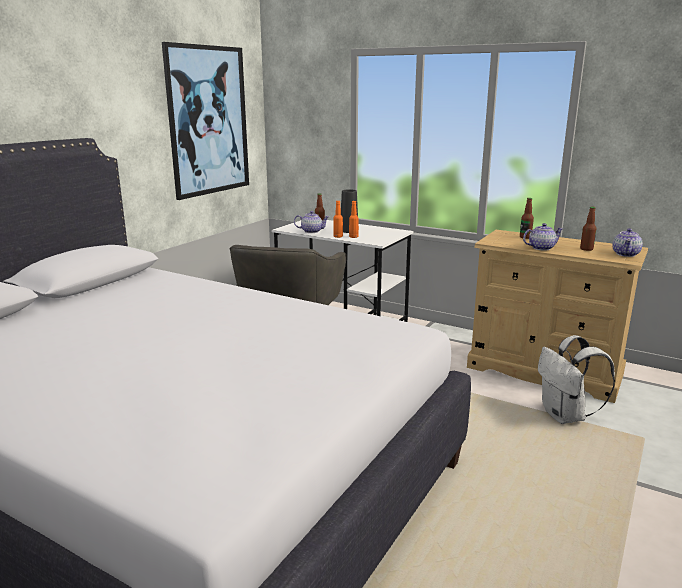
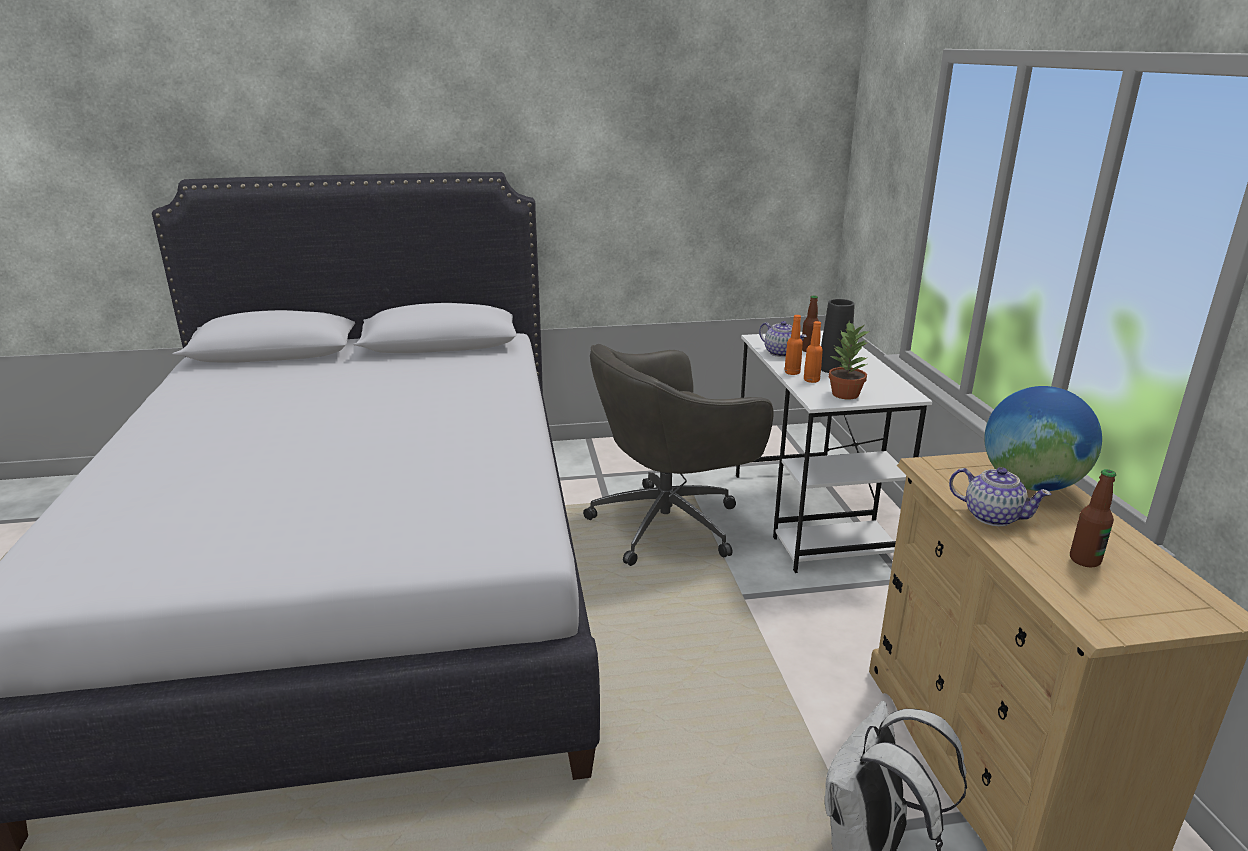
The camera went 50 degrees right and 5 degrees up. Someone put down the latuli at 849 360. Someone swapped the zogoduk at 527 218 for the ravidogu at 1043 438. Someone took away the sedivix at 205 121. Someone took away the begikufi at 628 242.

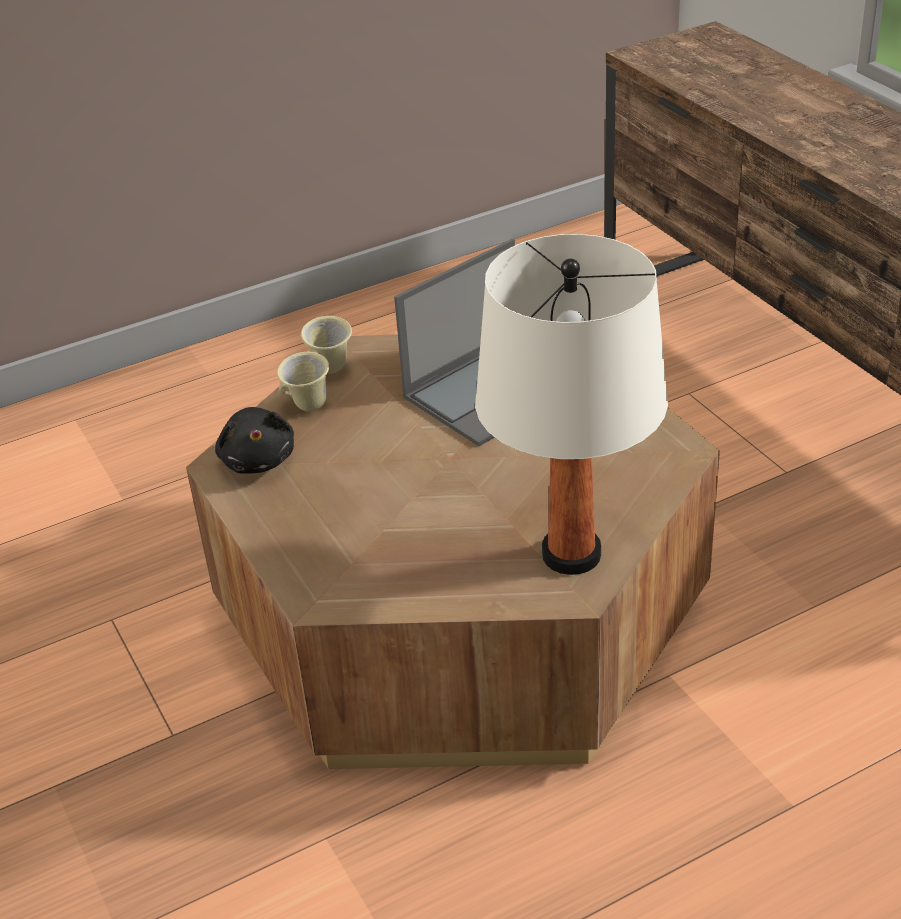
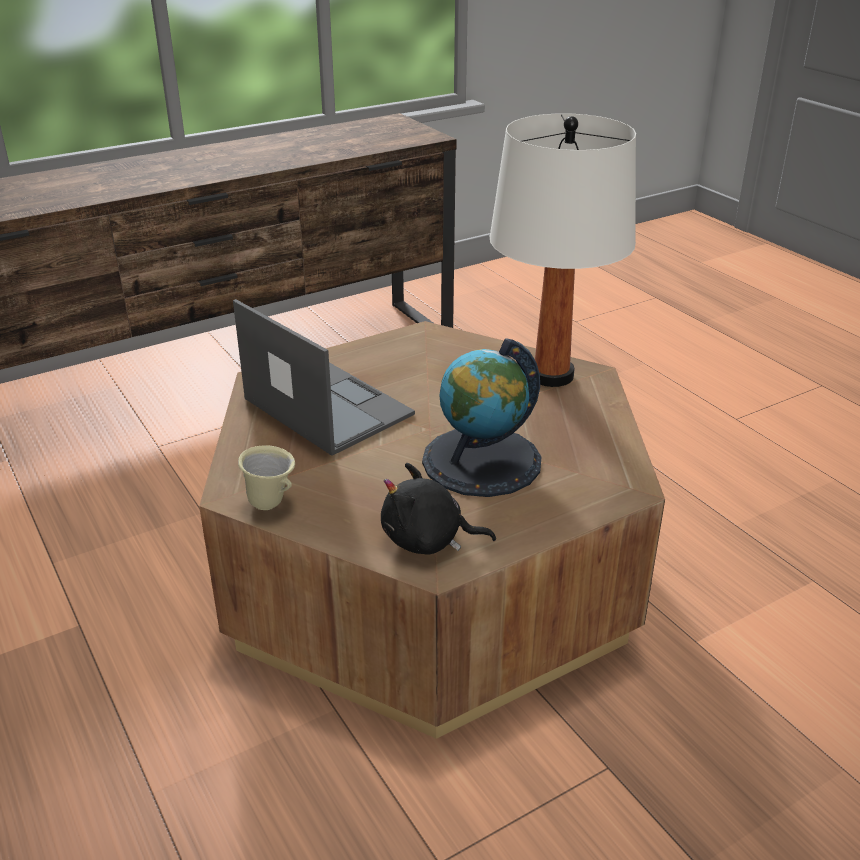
The camera went 95 degrees left and 5 degrees down. Someone rotated the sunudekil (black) at 254 440 by 150 degrees counterclockwise. Someone put down the ravidogu at 481 417. Someone took away the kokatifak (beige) at 303 381.

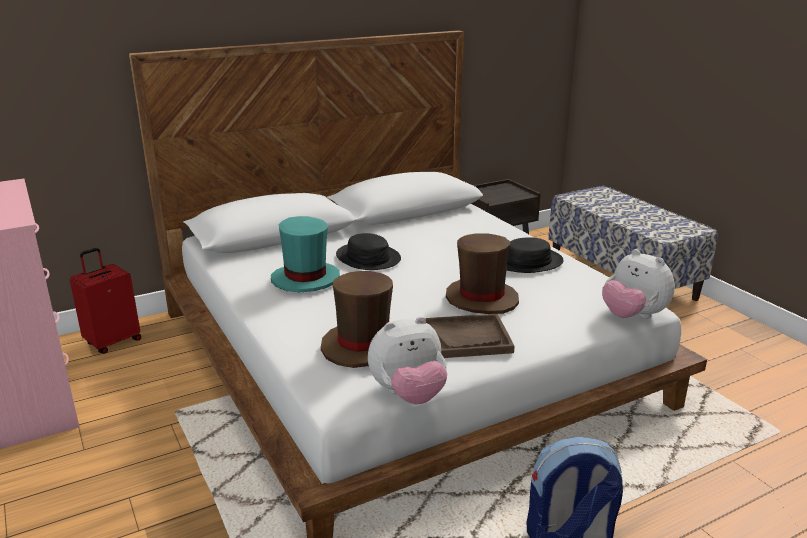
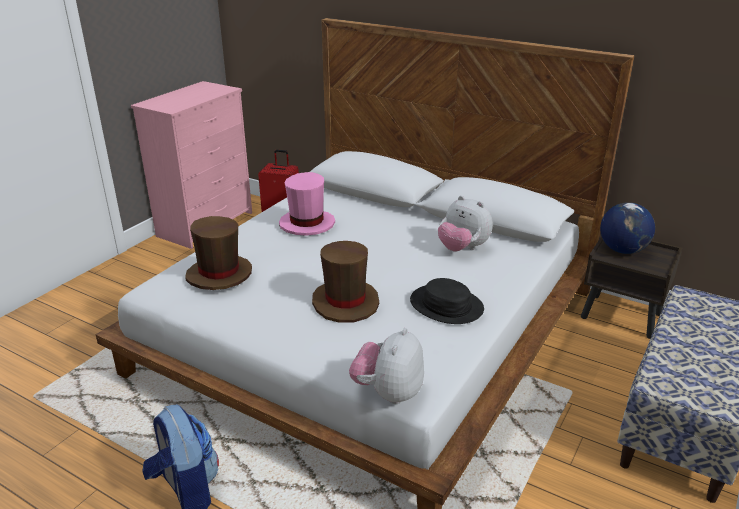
The camera went 60 degrees right and 5 degrees up. Someone repainted the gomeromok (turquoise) at 305 254, which became the gomeromok (pink) at 307 204. Someone carried the sunudekil from 407 360 to 465 224. Someone put down the ravidogu at 627 228. Someone took away the gomeromok (black) at 368 251. Someone took away the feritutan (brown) at 470 336.

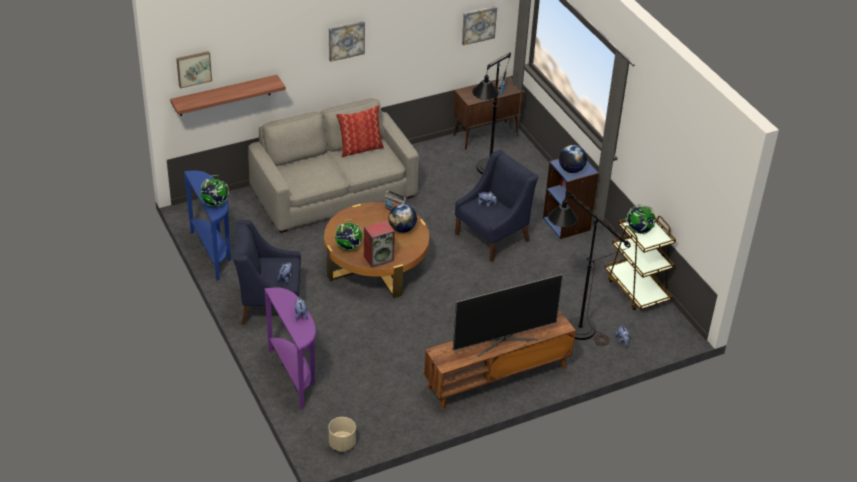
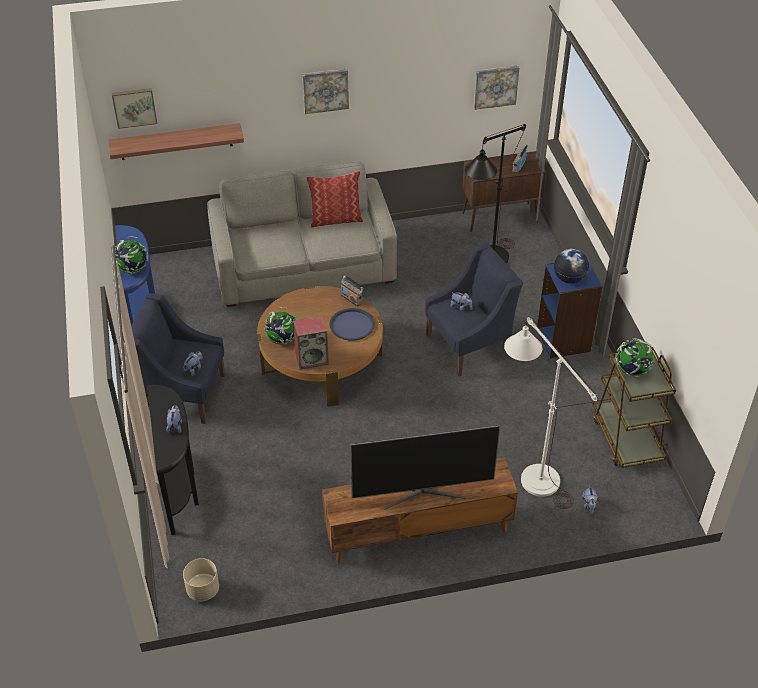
The camera went 15 degrees right and 5 degrees up. Someone repainted the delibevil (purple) at 290 348, which became the delibevil (black) at 173 460. Someone swapped the ravidogu at 403 218 for the feritutan (blue) at 352 324. Someone repainted the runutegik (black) at 589 268, which became the runutegik (white) at 551 413.

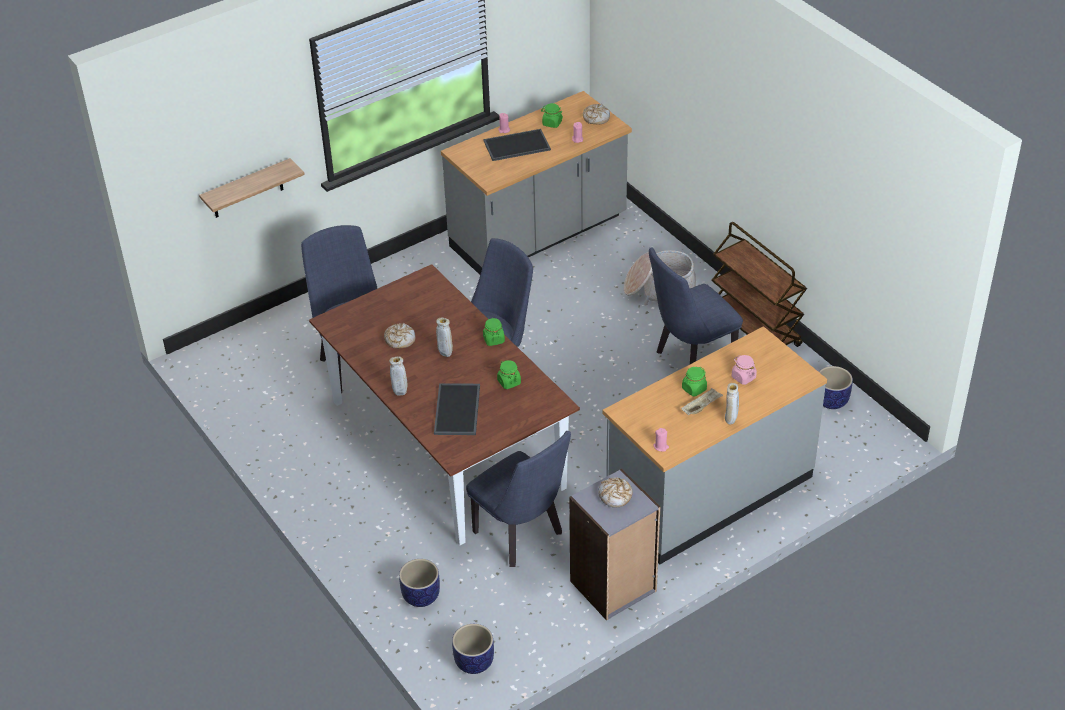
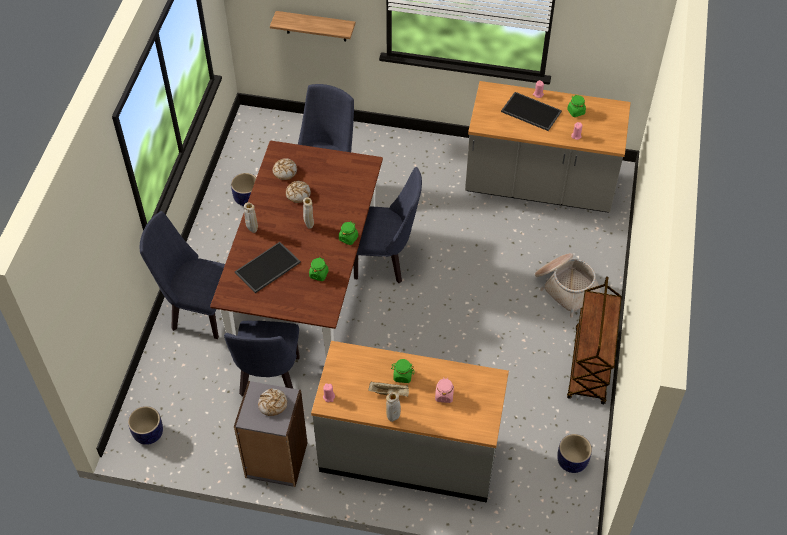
The camera went 45 degrees right and 10 degrees up. Someone carried the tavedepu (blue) from 696 306 to 182 275. Someone carried the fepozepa from 419 583 to 244 189. Someone carried the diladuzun from 596 114 to 284 169.

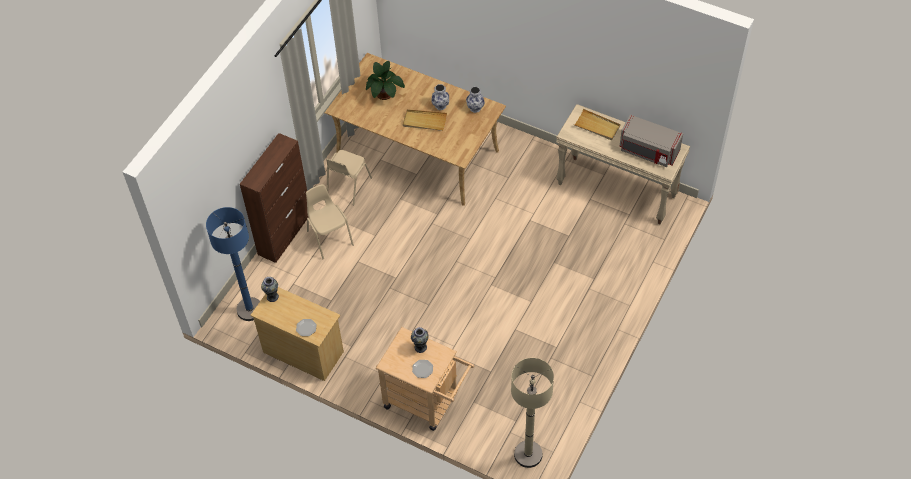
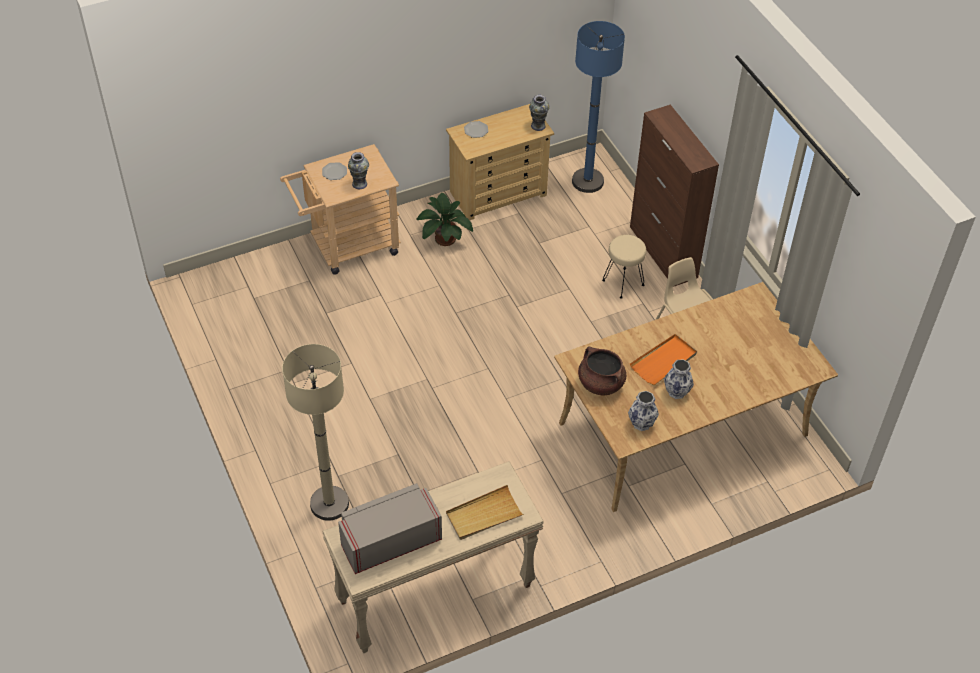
The camera went 125 degrees right and 5 degrees down. Someone carried the runutegik (beige) from 532 413 to 315 432. Someone carried the latuli from 385 80 to 444 219. Someone put down the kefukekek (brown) at 602 371. Someone swapped the tavedepu (beige) at 330 221 for the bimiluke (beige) at 624 267. Someone repainted the feritutan (beige) at 425 120, which became the feritutan (orange) at 663 359.

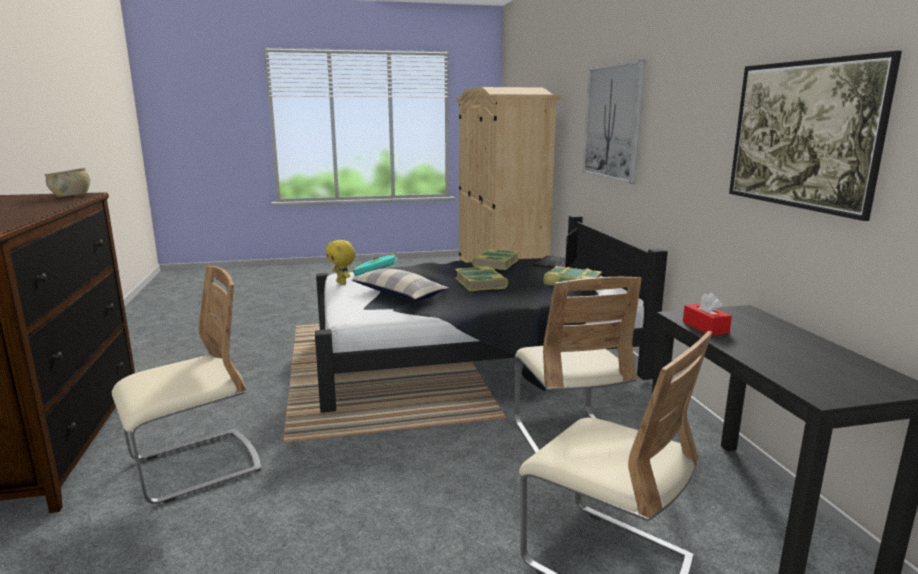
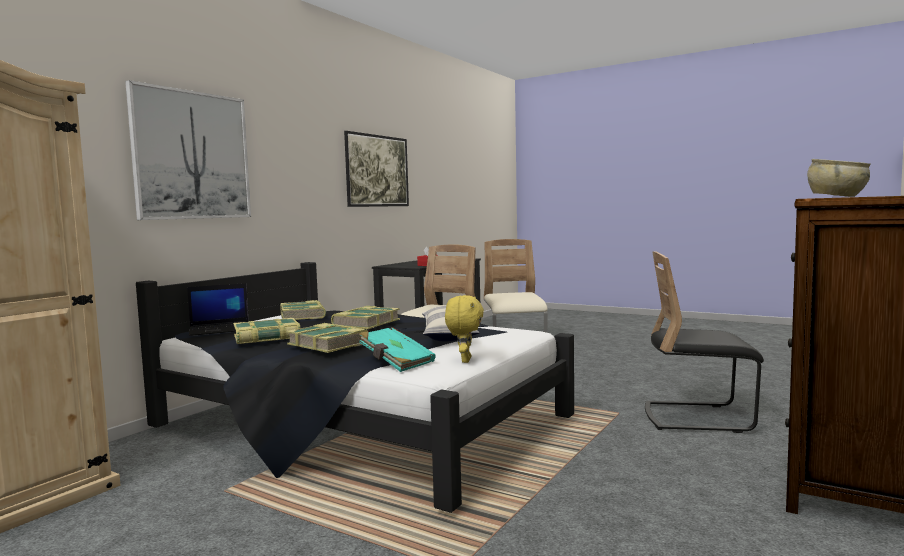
The camera went 135 degrees left and 10 degrees down. Someone put down the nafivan at 327 338. Someone repainted the tavedepu (beige) at 186 385, which became the tavedepu (black) at 704 342.

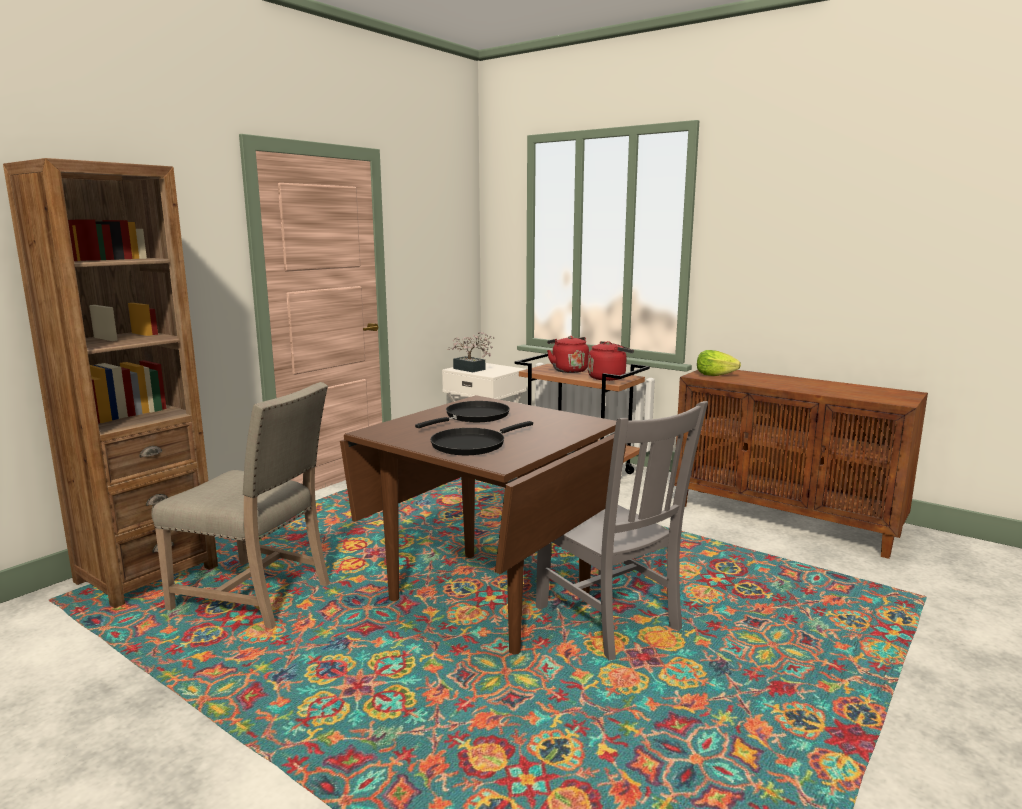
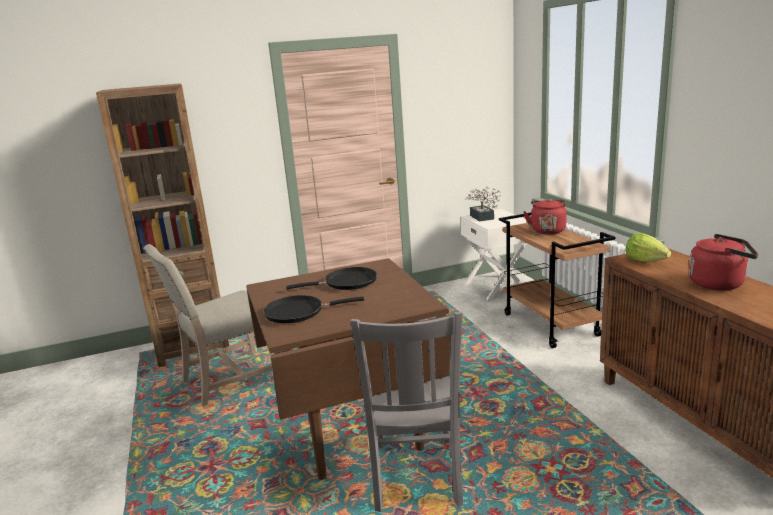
The camera went 35 degrees right and 5 degrees up. Someone rotated the tavedepu (beige) at 240 505 by 90 degrees clockwise. Someone carried the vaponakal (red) from 611 361 to 723 262.

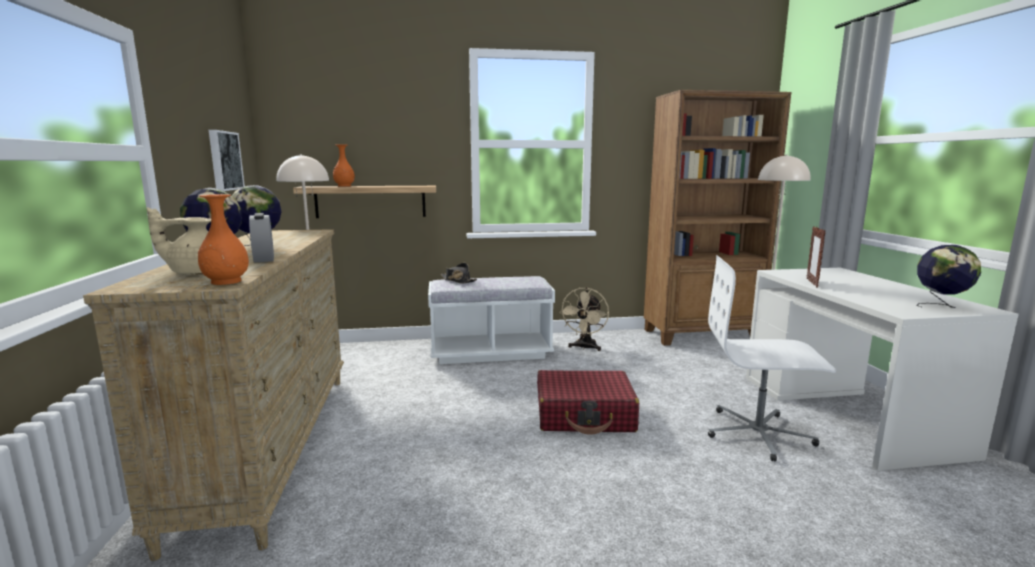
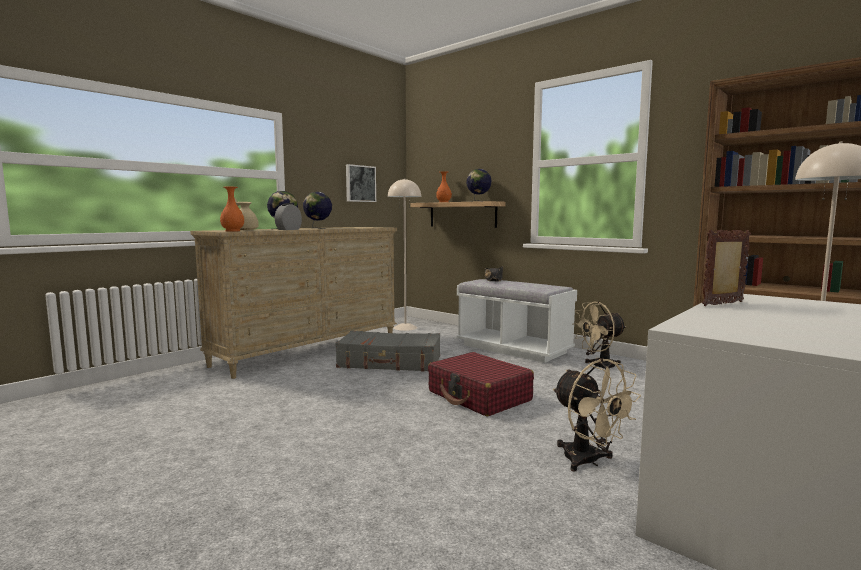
The camera went 50 degrees right and 5 degrees down. Someone put down the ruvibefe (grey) at 387 351. Someone carried the ravidogu from 949 276 to 479 185. Someone swapped the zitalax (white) at 772 358 for the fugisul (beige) at 597 415.

